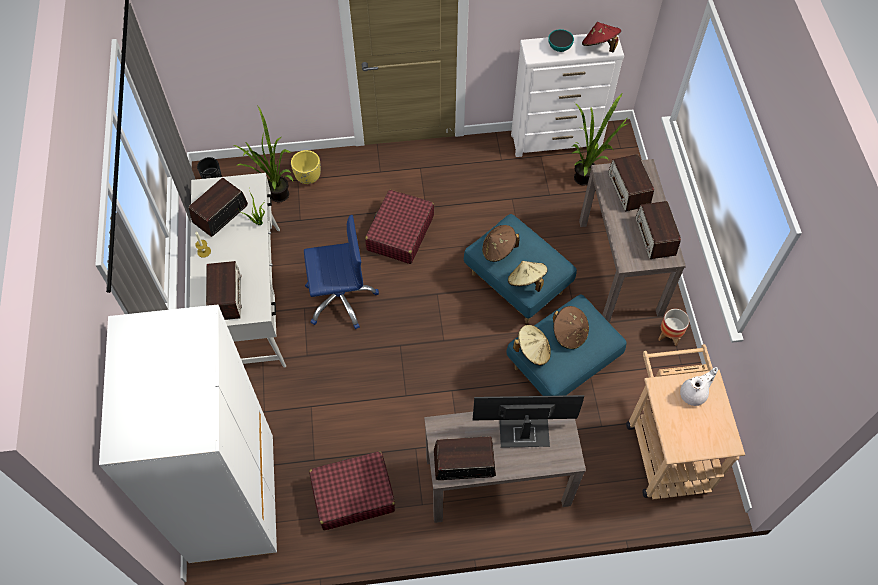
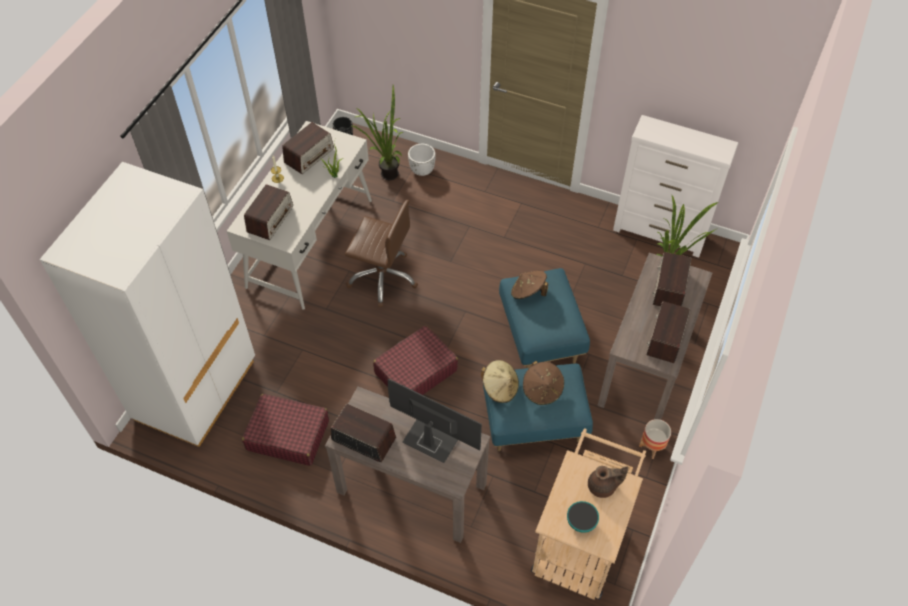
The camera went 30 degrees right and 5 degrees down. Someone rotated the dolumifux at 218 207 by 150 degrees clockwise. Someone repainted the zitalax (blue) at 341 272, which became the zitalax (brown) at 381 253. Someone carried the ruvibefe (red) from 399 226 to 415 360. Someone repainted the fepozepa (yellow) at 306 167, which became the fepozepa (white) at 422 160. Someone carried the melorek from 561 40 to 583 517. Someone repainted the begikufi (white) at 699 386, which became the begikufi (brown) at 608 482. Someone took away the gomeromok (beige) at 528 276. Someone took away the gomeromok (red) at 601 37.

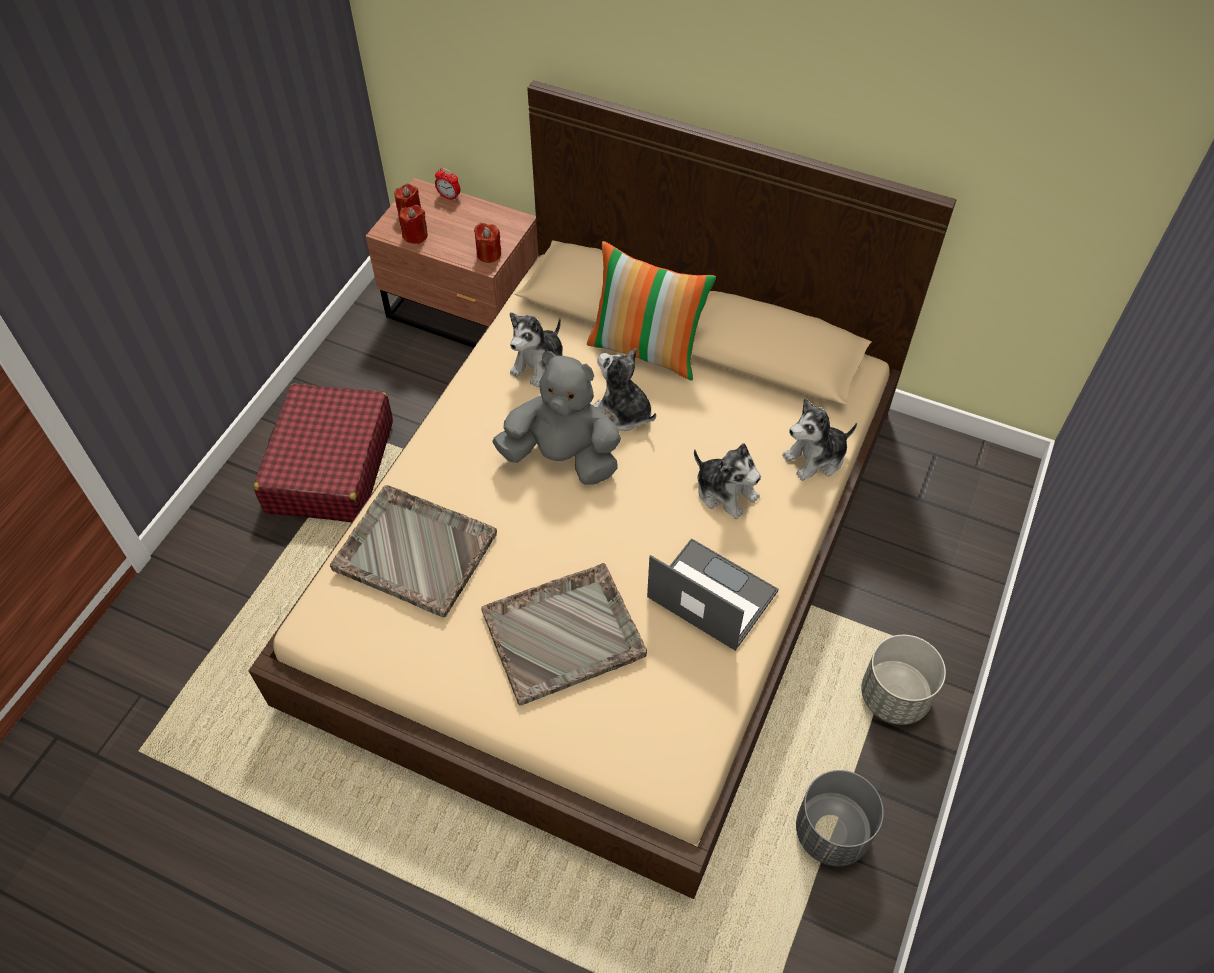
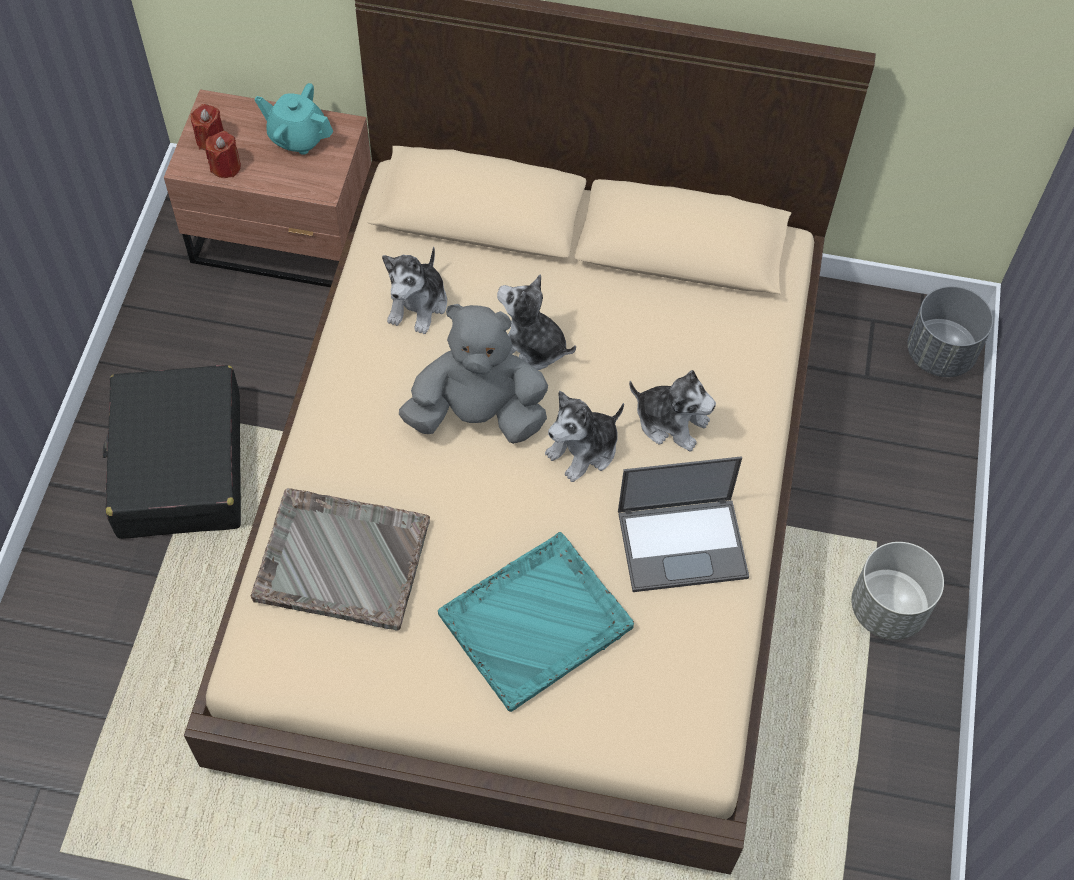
The camera went 15 degrees left and 5 degrees up. Someone repainted the ruvibefe (red) at 323 453, which became the ruvibefe (black) at 172 452. Someone put down the begikufi (turquoise) at 293 119. Someone repainted the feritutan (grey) at 564 634, which became the feritutan (turquoise) at 536 622. Someone carried the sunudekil from 820 439 to 584 436. Someone rotated the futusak at 713 594 by 150 degrees clockwise. Someone carried the fepozepa (grey) from 840 818 to 950 331. Someone took away the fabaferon at 447 184. Someone took away the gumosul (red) at 487 243. Someone took away the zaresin at 651 310.

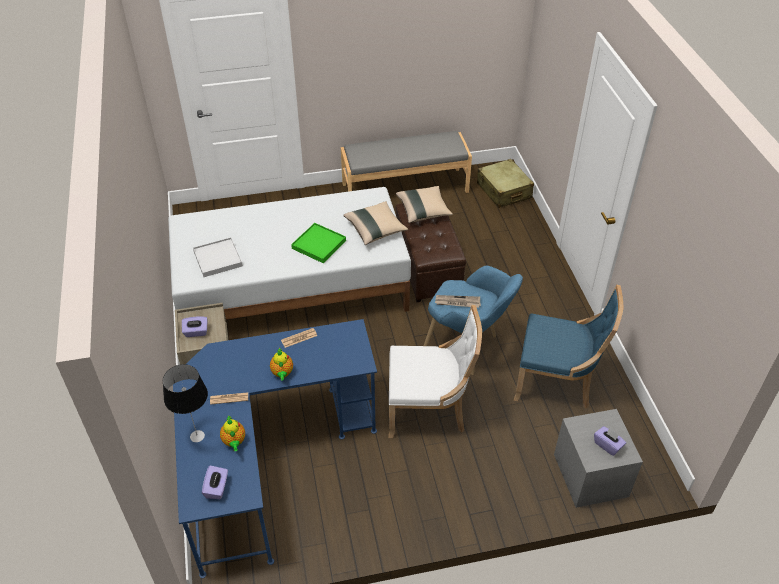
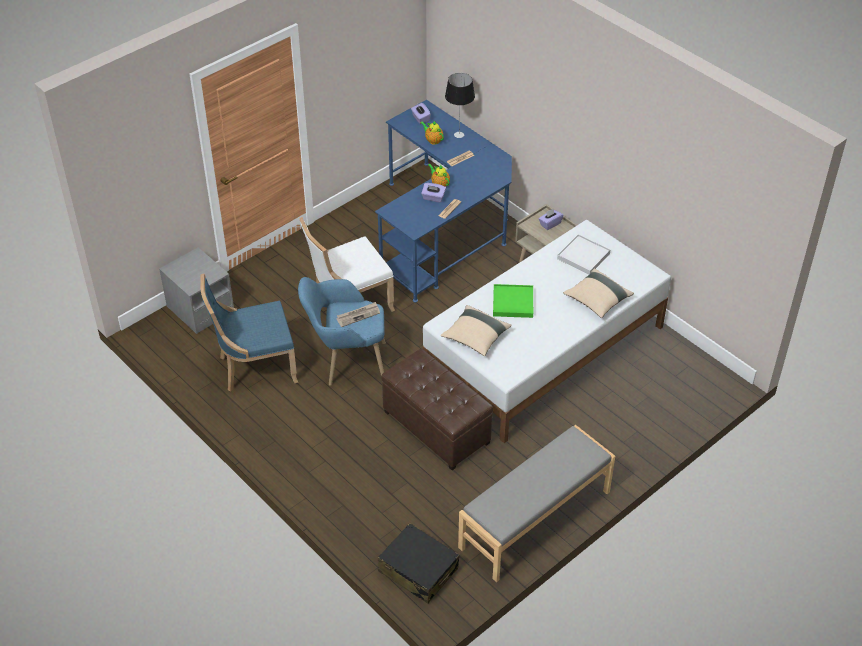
The camera went 150 degrees right and 0 degrees up. Someone repainted the ruvibefe (beige) at 505 183, which became the ruvibefe (black) at 418 563. Someone carried the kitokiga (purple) from 610 441 to 433 192. Someone carried the zaresin (beige) from 424 204 to 598 293.

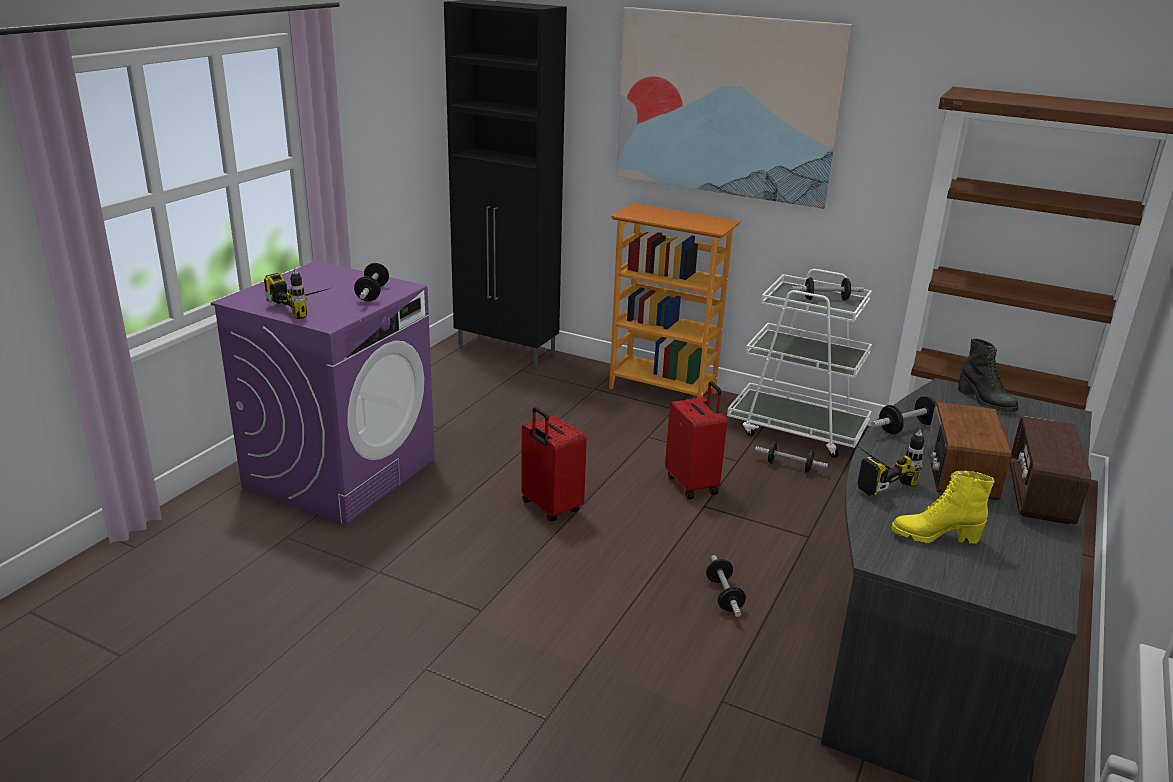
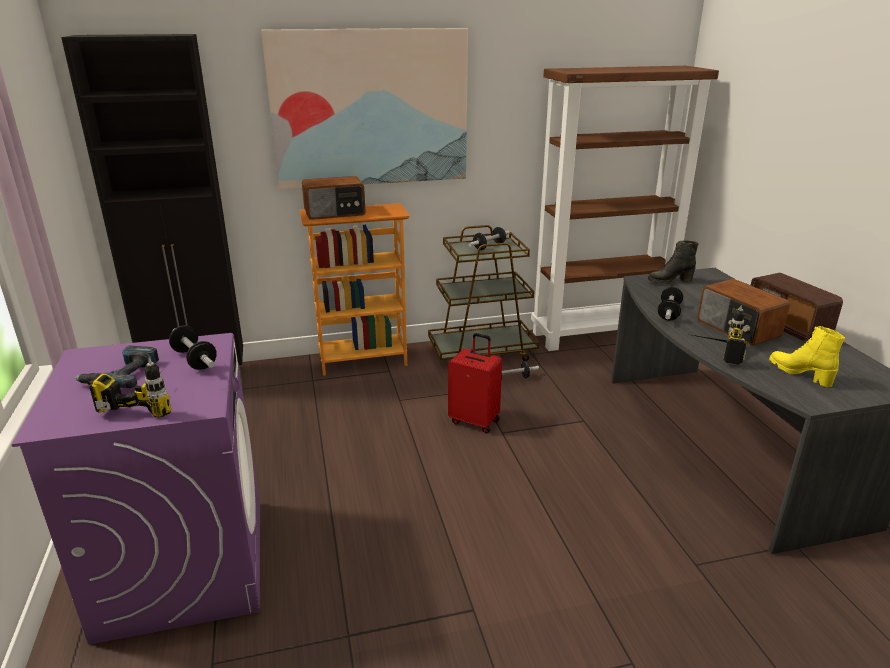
The camera went 40 degrees left and 0 degrees up. Someone put down the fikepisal at 117 367. Someone put down the dolumifux at 334 198. Someone repainted the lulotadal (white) at 799 363, which became the lulotadal (brown) at 483 293. Someone rotated the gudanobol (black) at 988 375 by 150 degrees clockwise. Someone rotated the gudanobol (yellow) at 943 507 by 90 degrees clockwise. Someone took away the ruvibefe (red) at 554 464. Someone took away the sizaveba at 726 586.

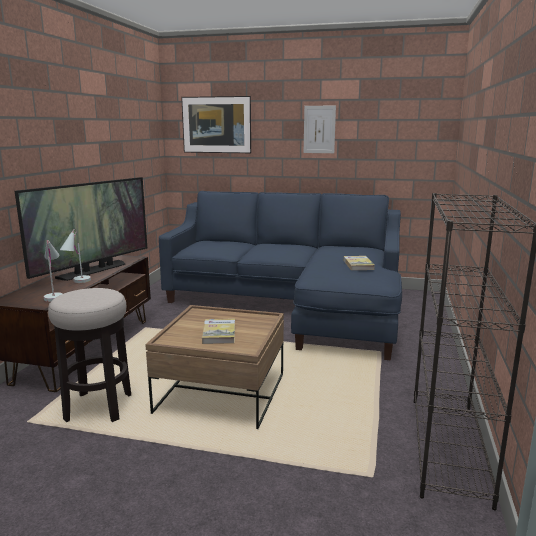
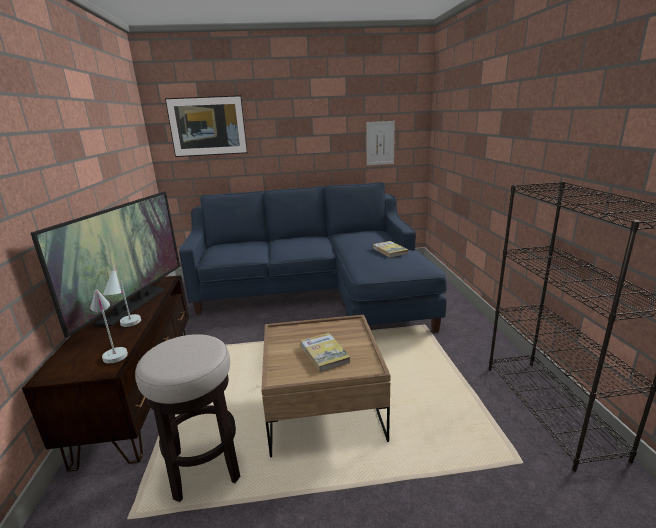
The camera went 20 degrees left and 5 degrees up. Someone carried the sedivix from 320 129 to 380 143.

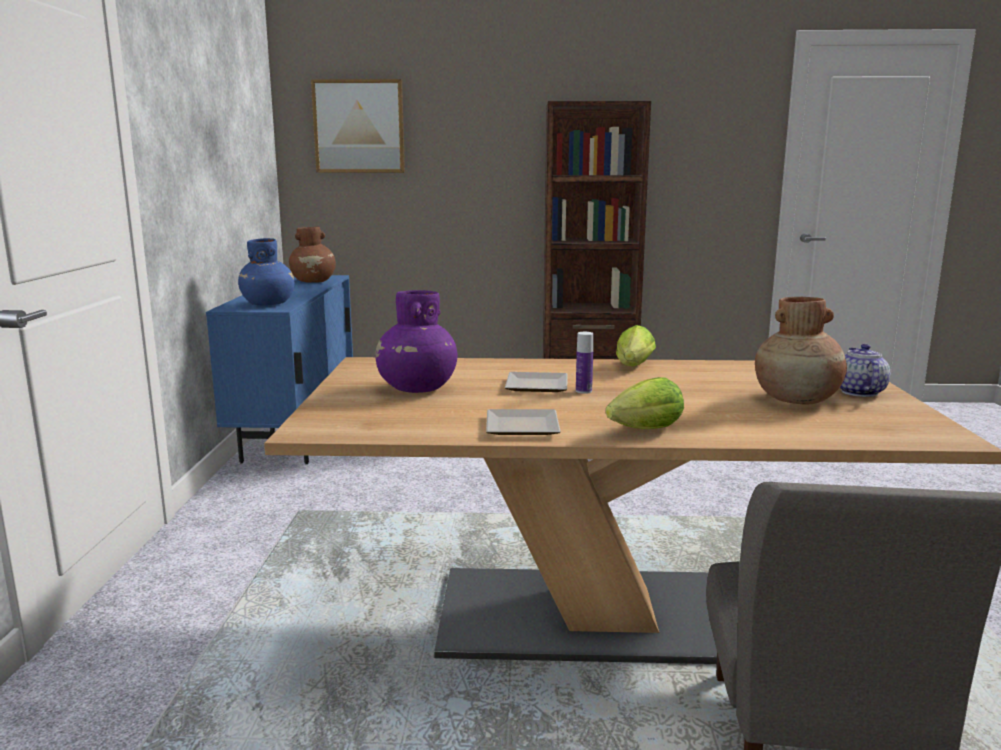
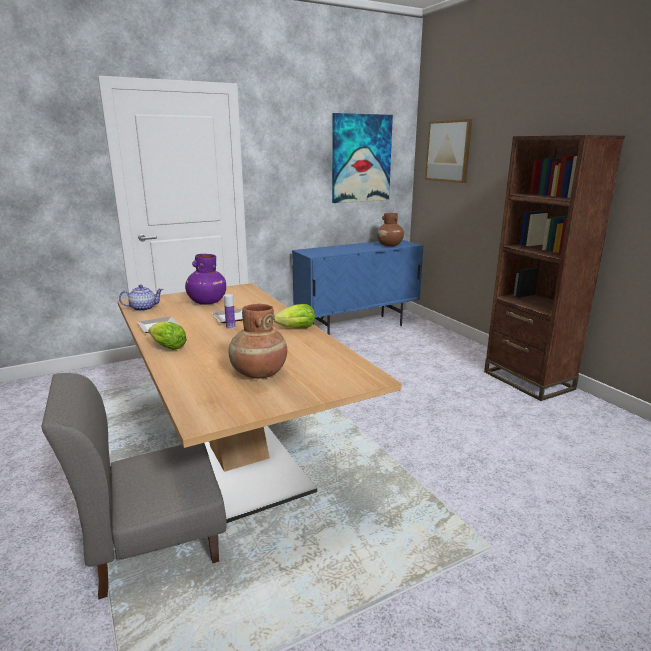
The camera went 60 degrees right and 5 degrees up. Someone carried the begikufi from 865 370 to 141 298. Someone put up the sedivix at 362 158. Someone took away the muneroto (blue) at 266 271.

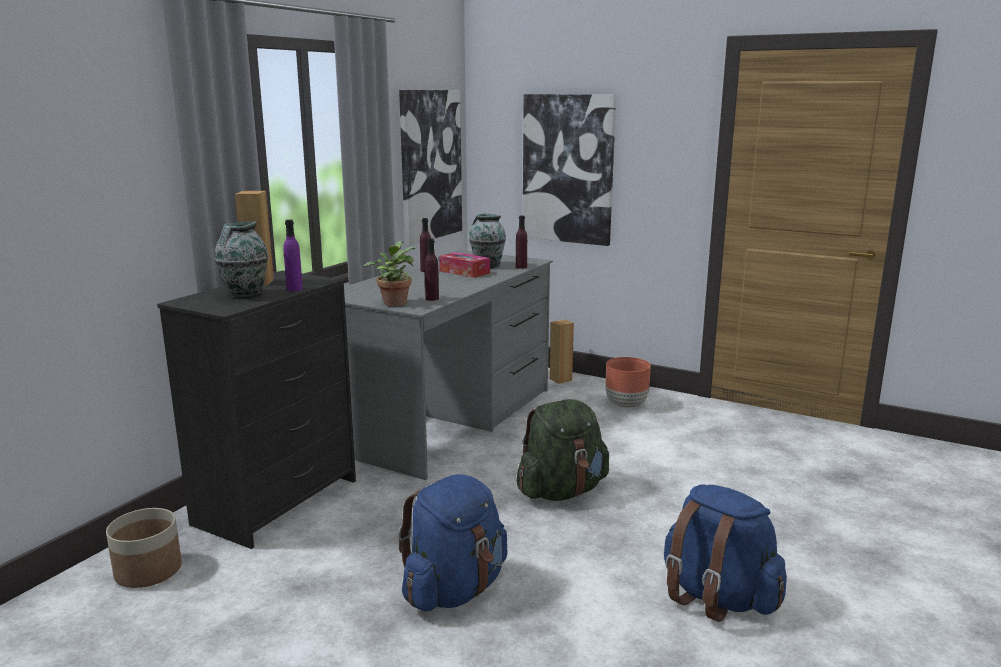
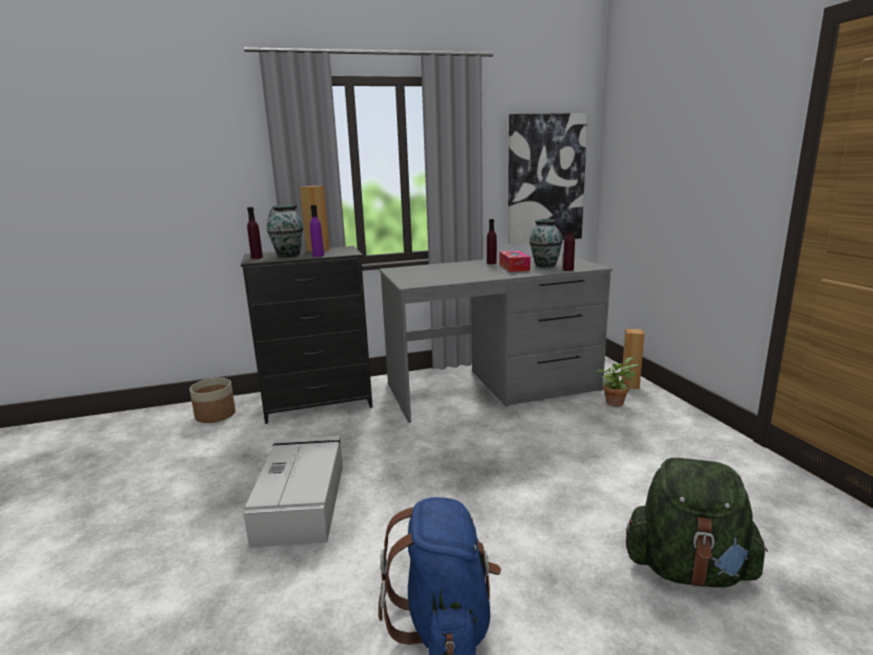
The camera went 45 degrees right and 0 degrees up. Someone swapped the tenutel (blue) at 453 542 for the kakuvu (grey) at 293 492. Someone carried the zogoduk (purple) from 432 269 to 255 233. Someone carried the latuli from 389 274 to 617 382. Someone carried the tenutel (green) from 562 450 to 697 522. Someone took away the sedivix at 569 170. Someone took away the fepozepa (brown) at 628 382.

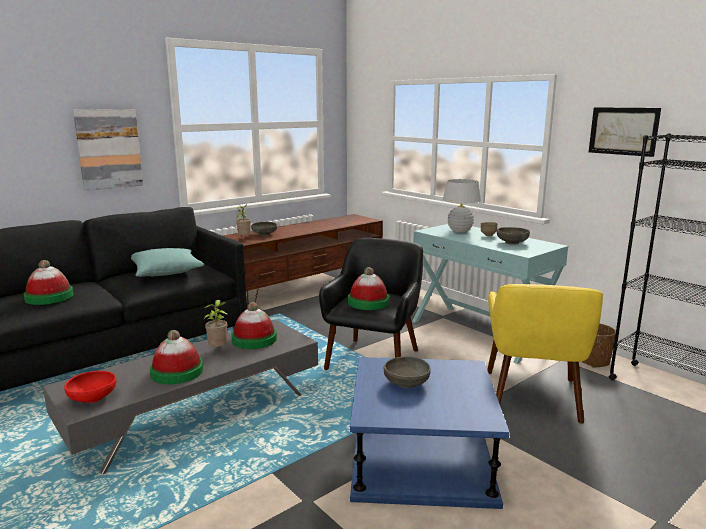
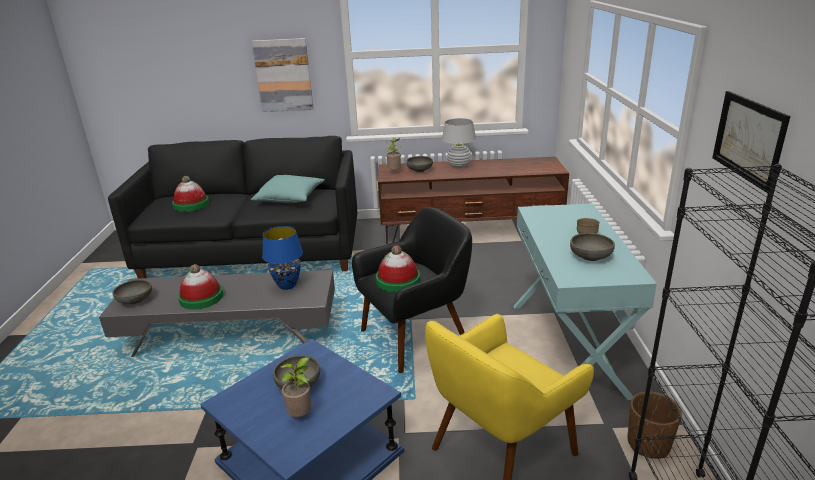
The camera went 40 degrees right and 10 degrees up. Someone repainted the melorek (red) at 90 387, which became the melorek (grey) at 132 291. Someone swapped the gomeromok at 254 325 for the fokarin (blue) at 282 258. Someone carried the latuli from 216 323 to 296 387. Someone carried the fokarin (white) from 462 205 to 459 143.

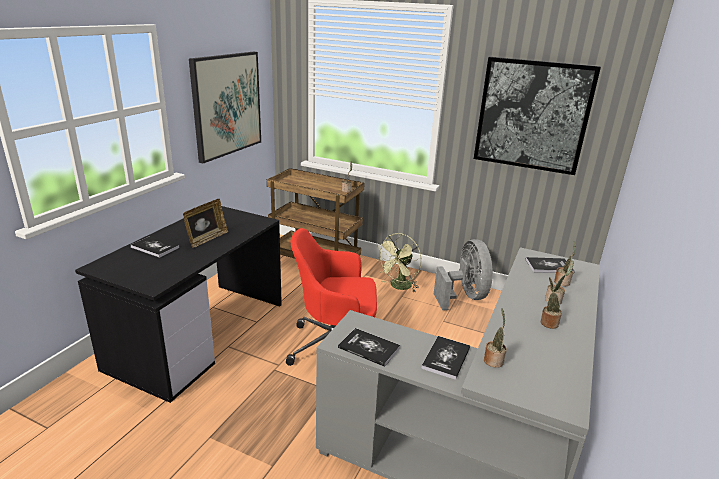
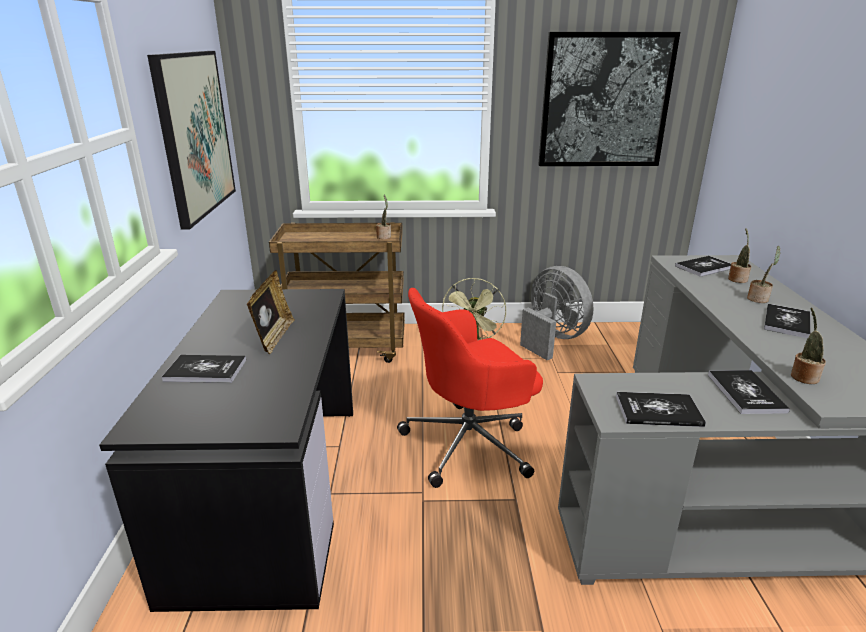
The camera went 25 degrees left and 0 degrees up. Someone swapped the latuli at 551 303 for the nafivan at 787 321.

